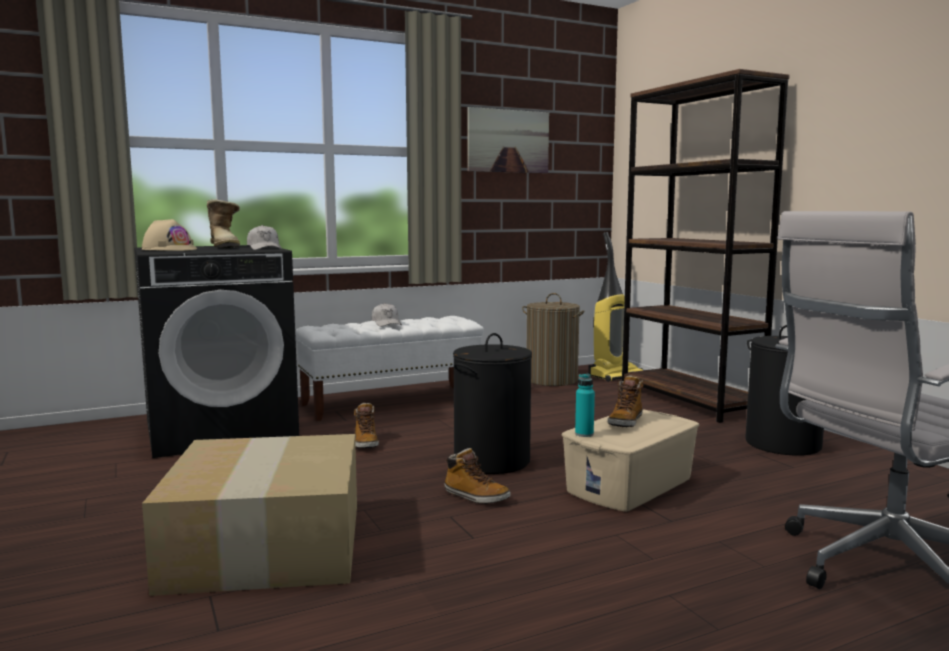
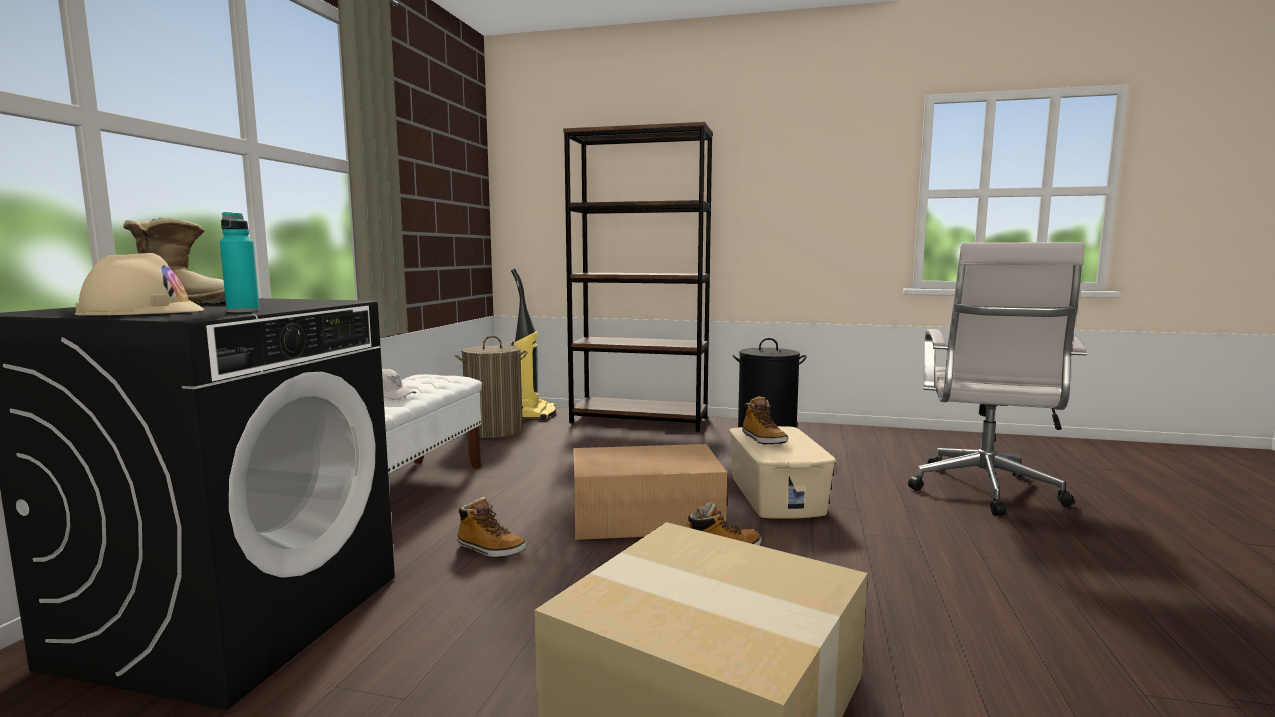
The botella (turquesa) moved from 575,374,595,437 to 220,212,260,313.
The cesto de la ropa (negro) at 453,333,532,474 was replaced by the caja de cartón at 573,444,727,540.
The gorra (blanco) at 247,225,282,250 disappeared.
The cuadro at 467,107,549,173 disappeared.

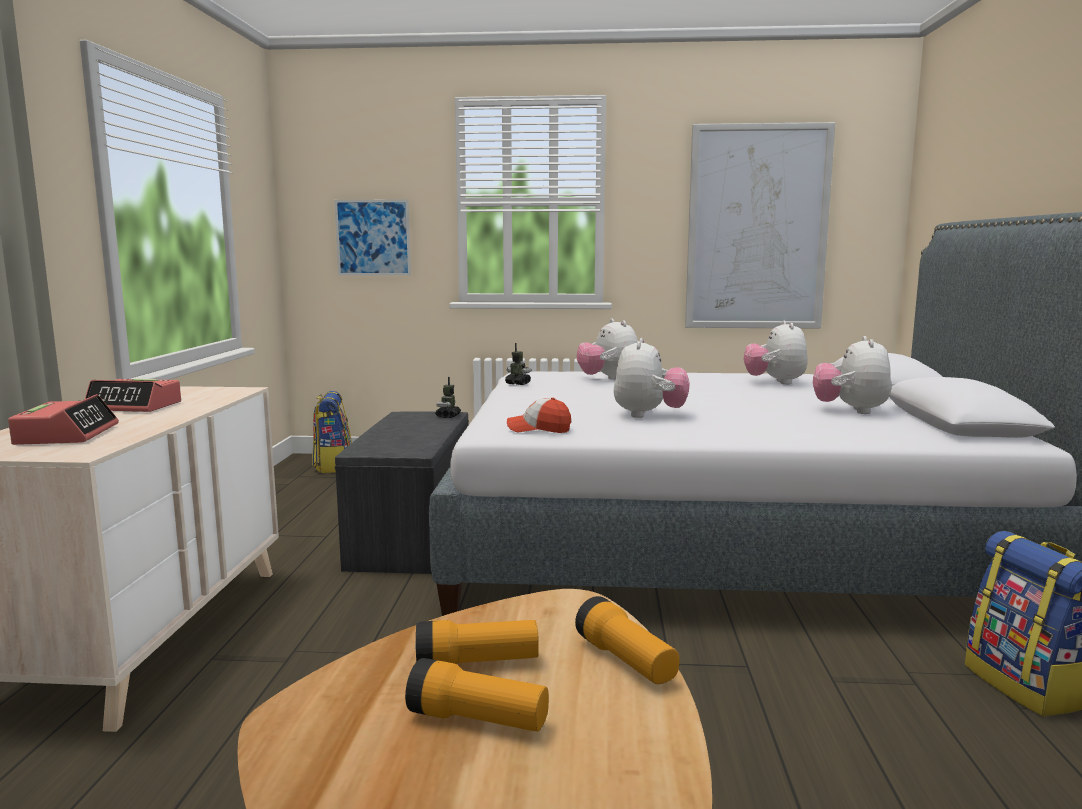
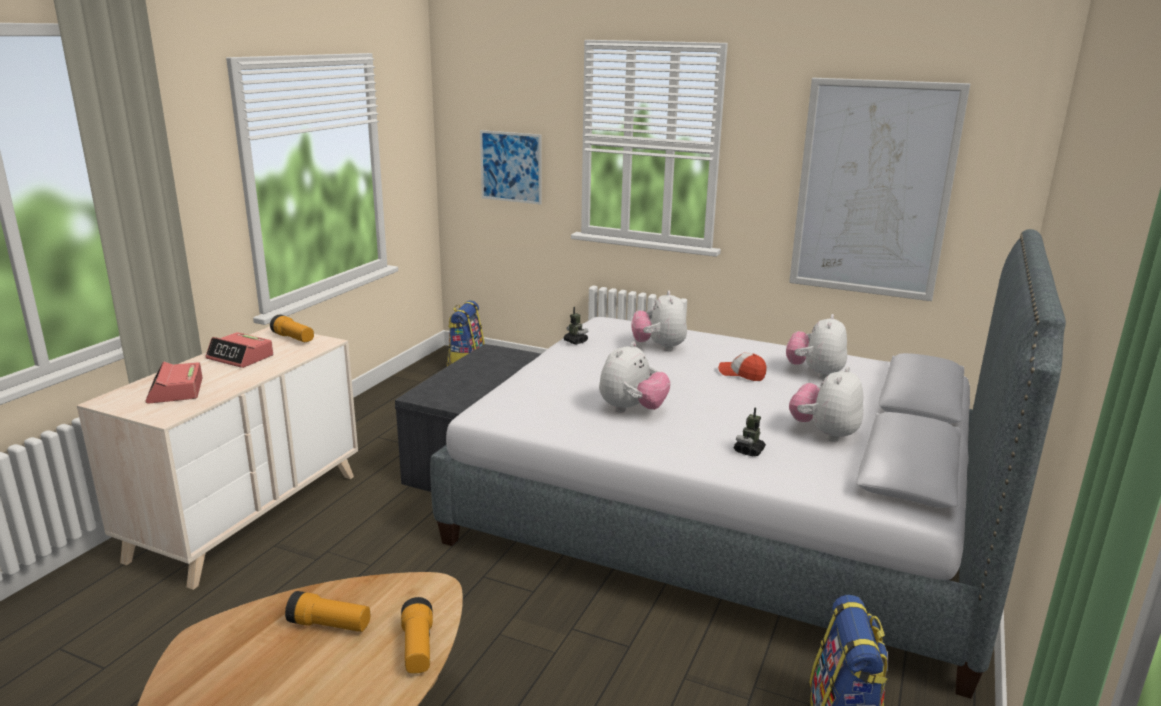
The despertador at 8,394,119,445 turned 150 degrees clockwise.
The linterna moved from 405,658,549,732 to 270,315,314,342.
The gorra moved from 507,398,571,433 to 718,353,766,381.
The robot de juguete moved from 435,377,461,418 to 734,408,766,456.

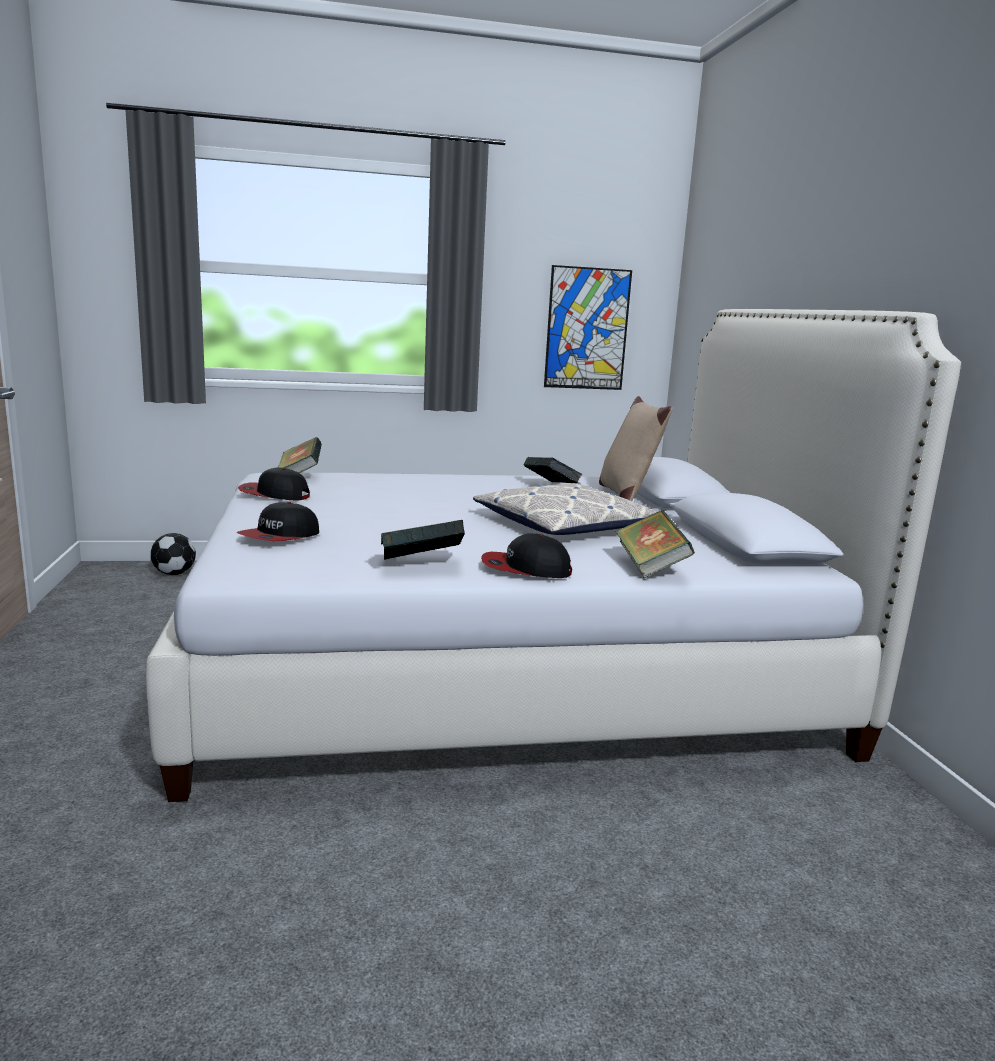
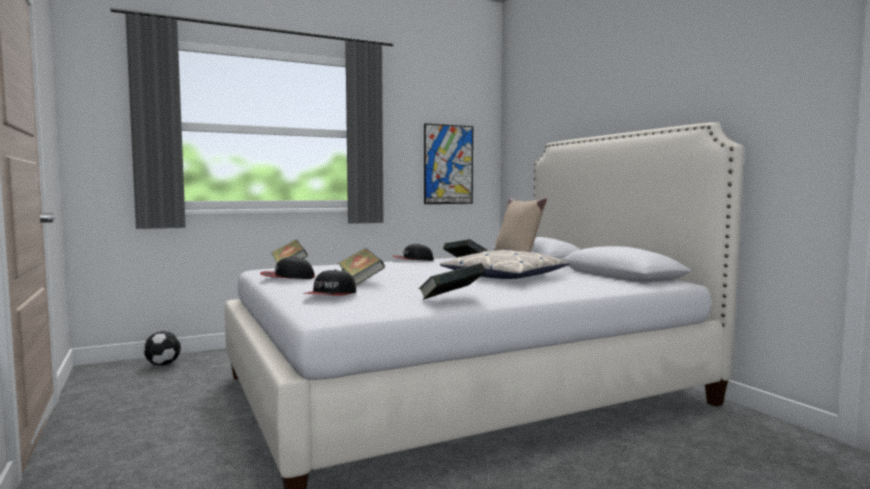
The libro moved from 615,511,695,578 to 338,248,385,285.
The gorra moved from 481,533,572,578 to 393,244,434,261.

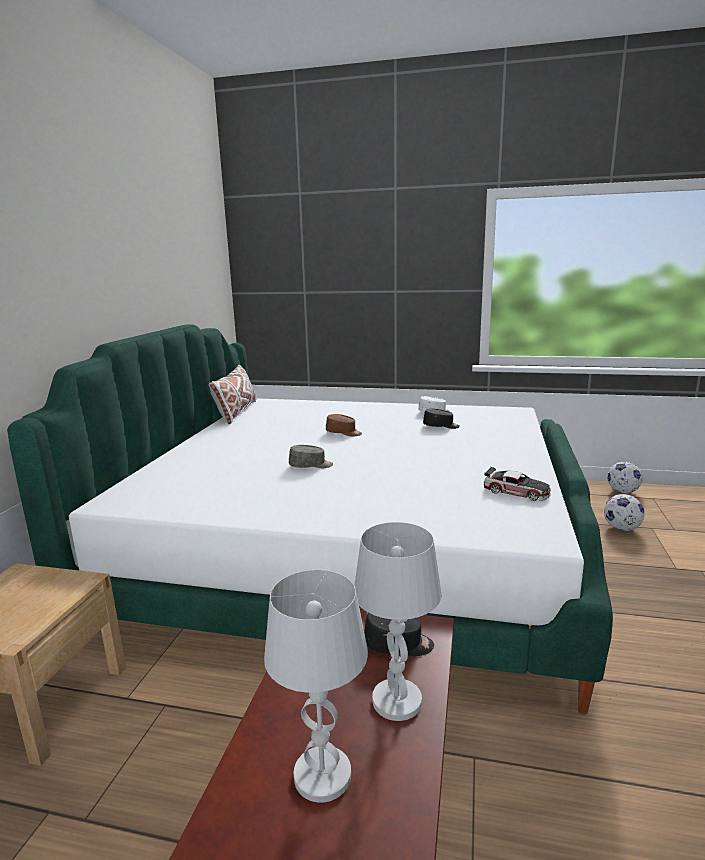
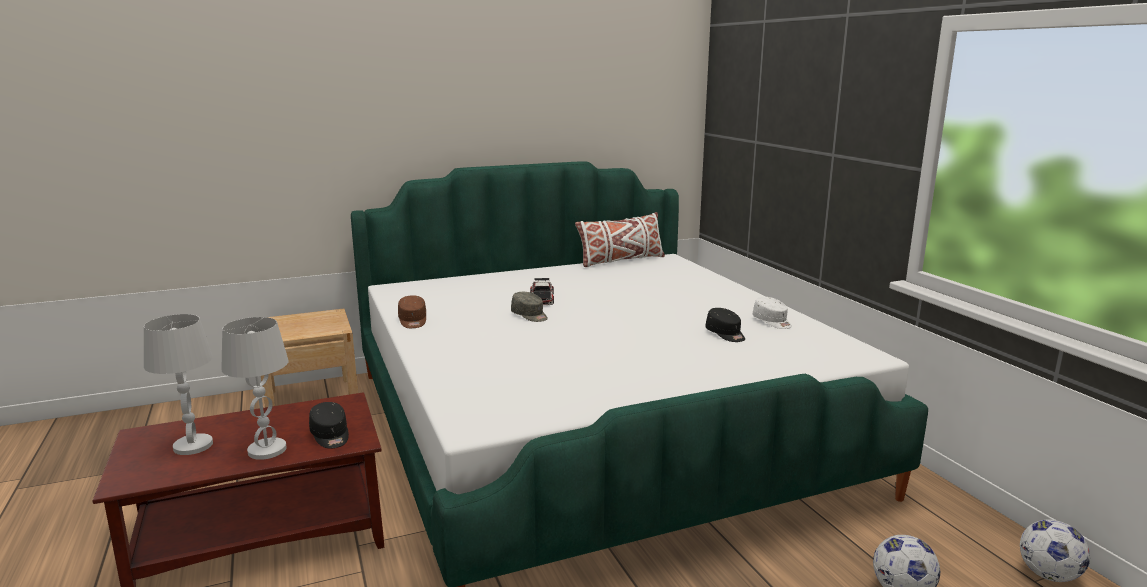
The gorra (marrón) moved from 326,414,362,437 to 398,295,426,328.
The coche de juguete moved from 484,467,551,501 to 530,278,554,305.

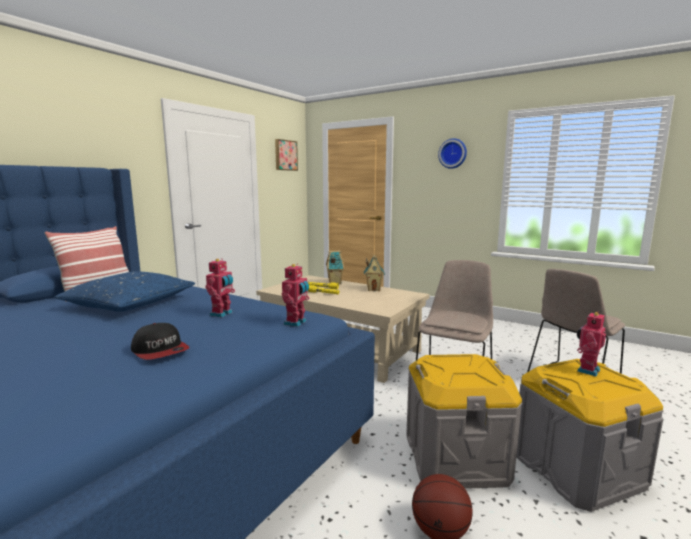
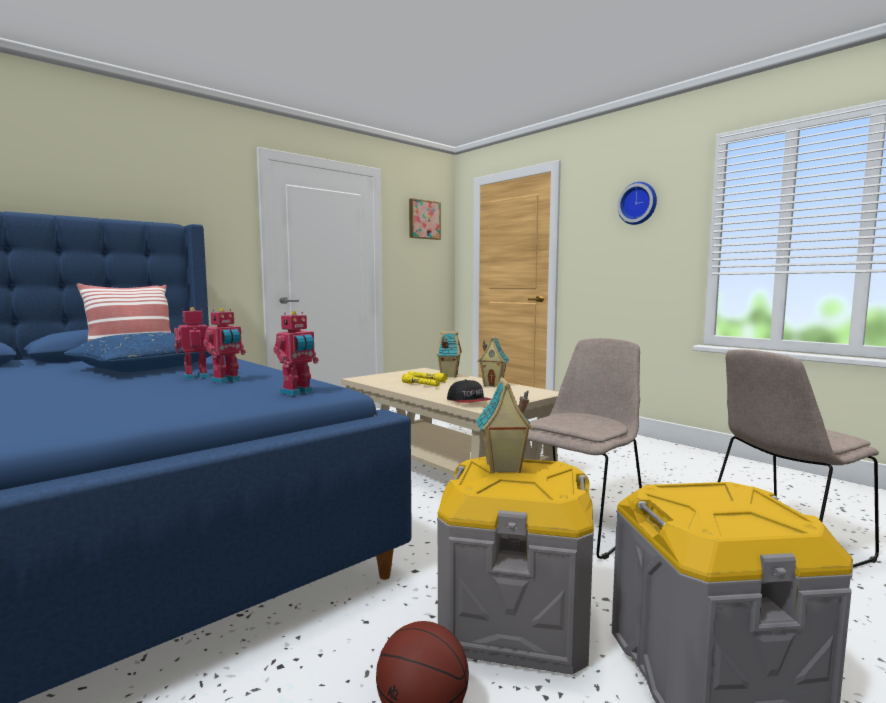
The robot de juguete moved from 577,311,606,376 to 174,307,211,380.
The gorra moved from 131,323,189,360 to 447,379,491,403.
The casita at 476,377,534,474 appeared.

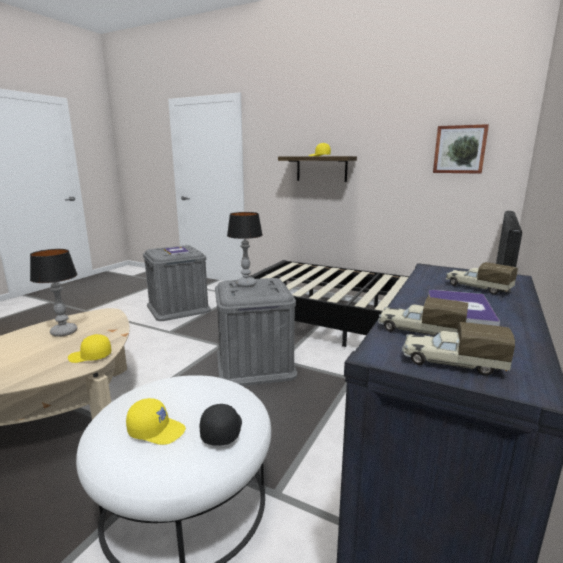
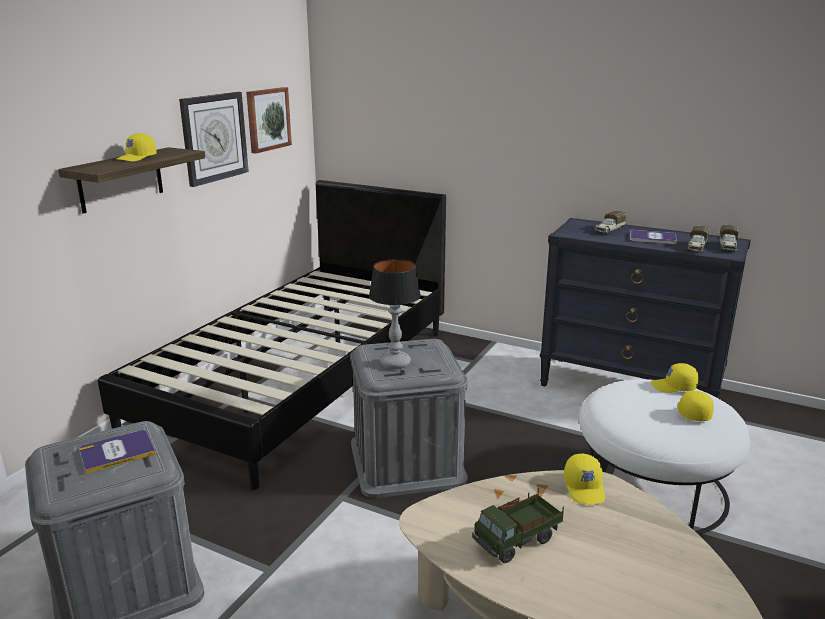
The reloj de pared at 179,92,249,187 appeared.
The lámpara de mesa at 30,249,77,337 was replaced by the camión de juguete at 472,488,564,563.
The gorra (negro) at 200,404,242,446 became the gorra (amarillo) at 651,363,698,393.

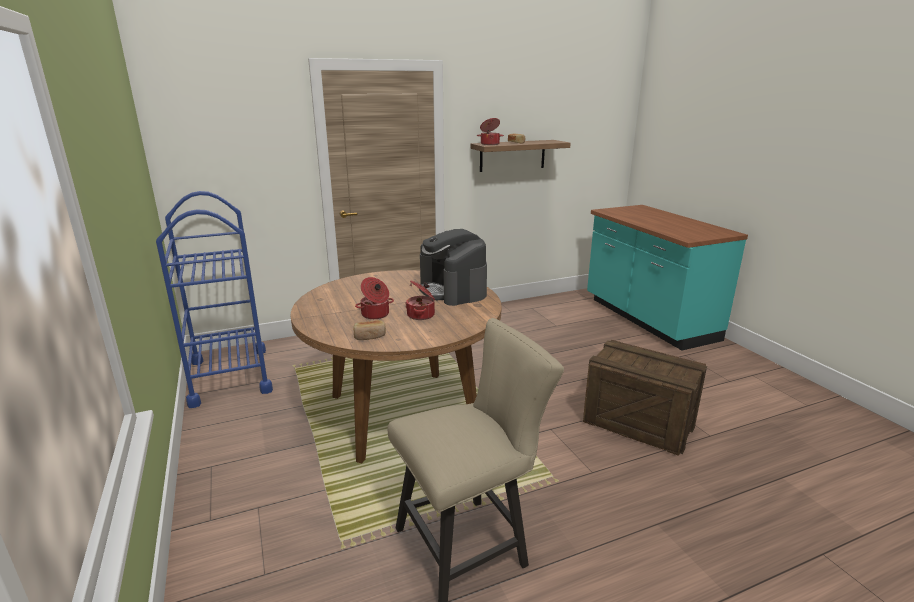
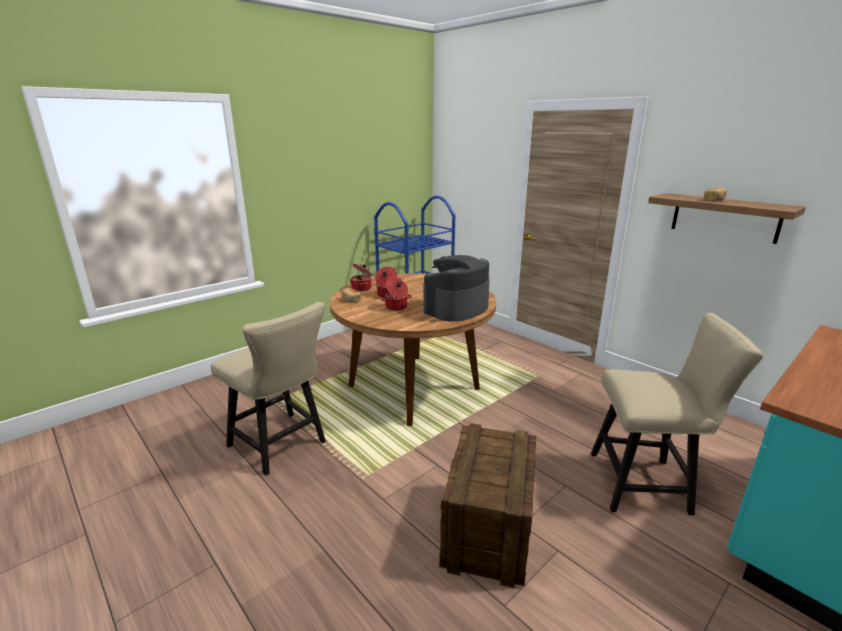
The olla moved from 477,118,504,145 to 350,264,372,291.
The silla (beis) at 591,313,763,515 appeared.

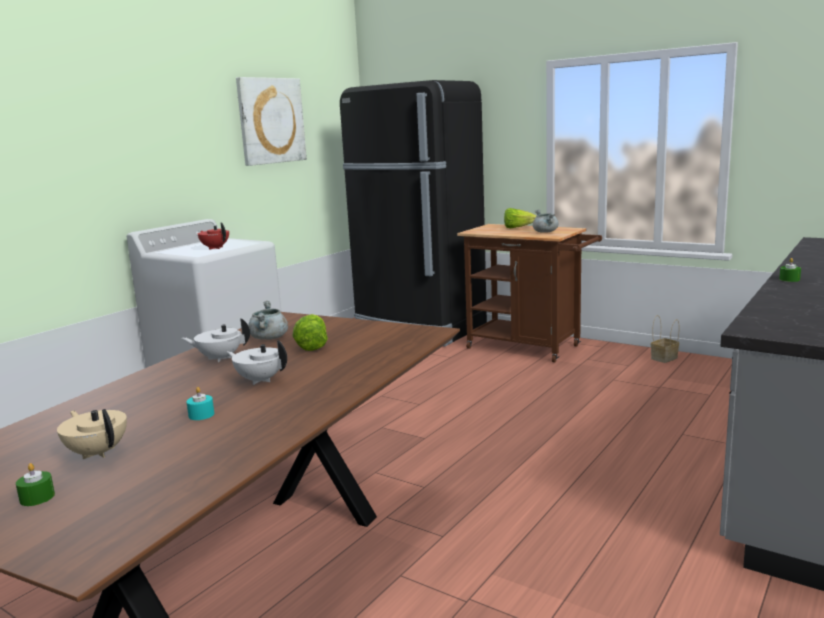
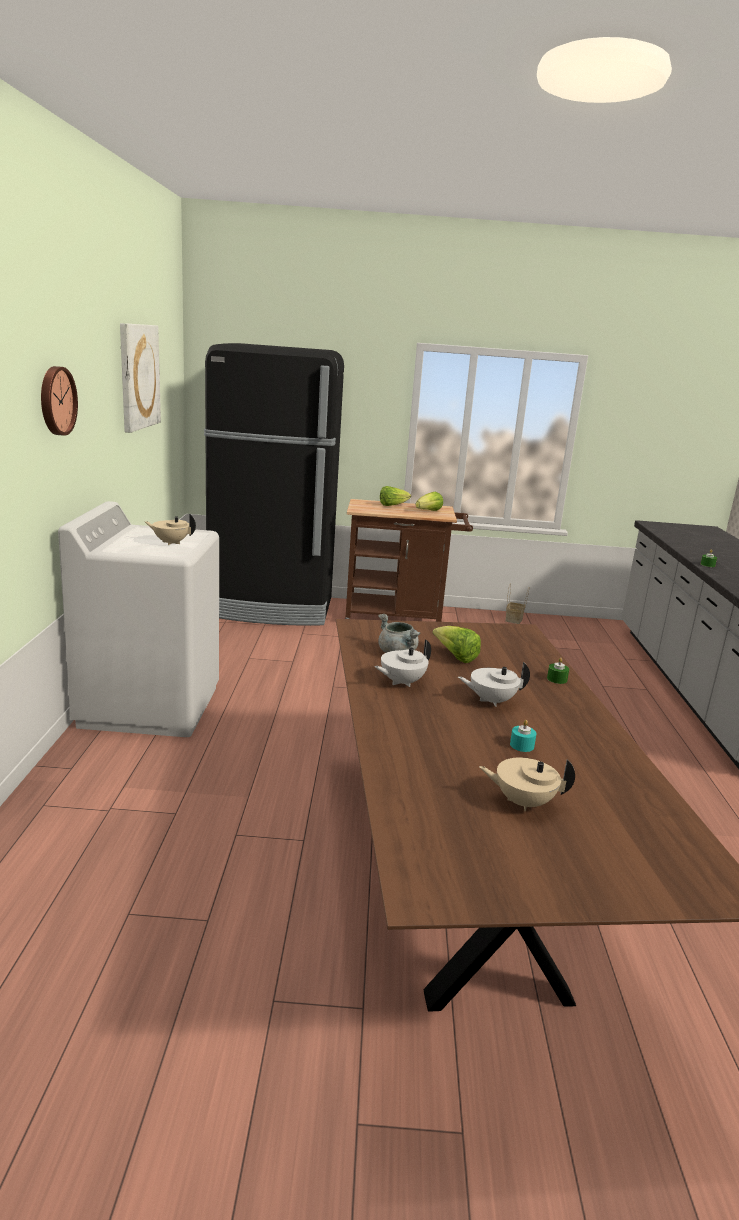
The reloj de pared at 41,366,78,436 appeared.
The tetera (rojo) at 198,222,229,250 became the tetera (beis) at 144,514,196,545.
The olla (gris) at 533,209,558,233 was replaced by the lechuga at 415,491,443,511.
The vela (verde) moved from 16,463,55,506 to 547,658,569,684.

